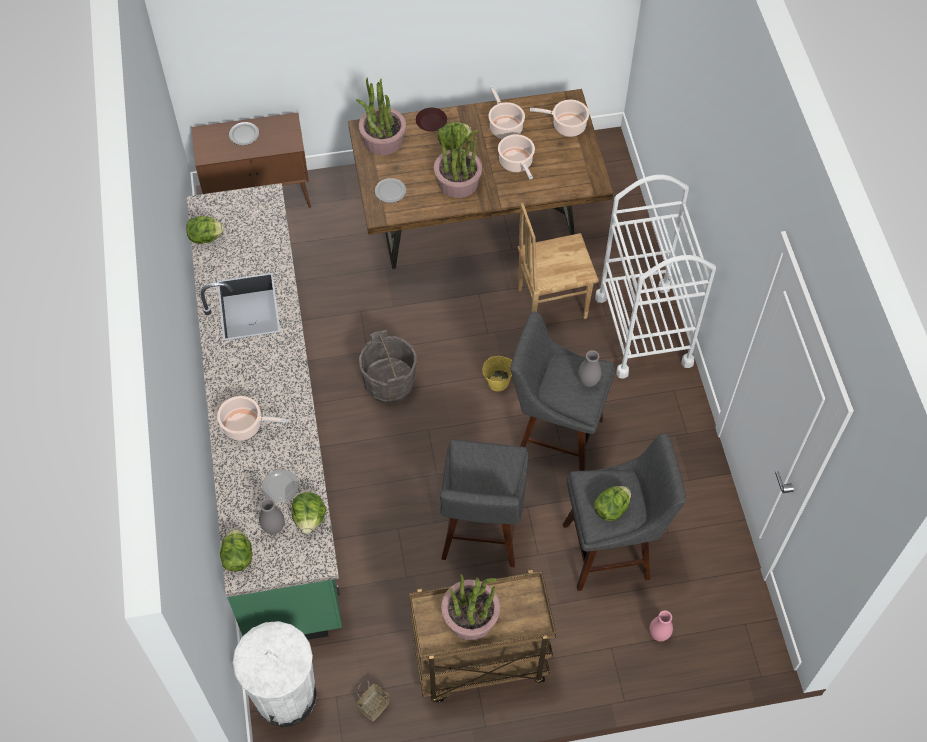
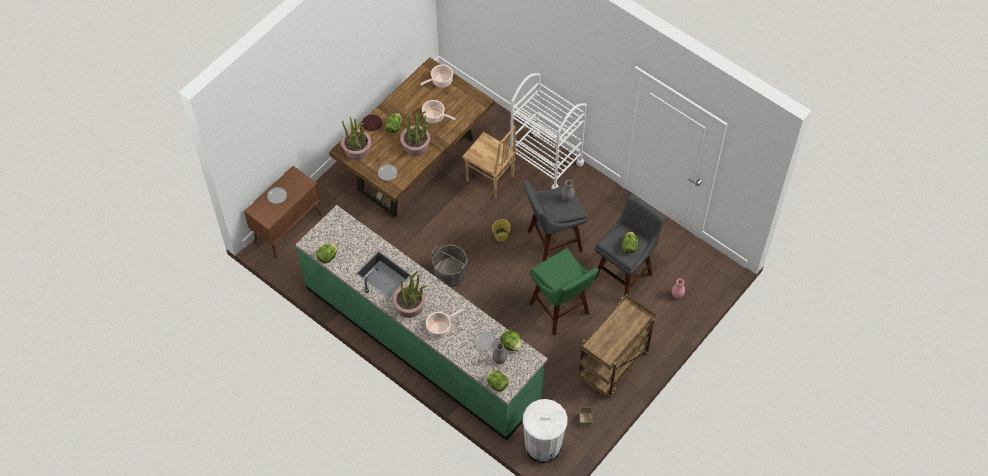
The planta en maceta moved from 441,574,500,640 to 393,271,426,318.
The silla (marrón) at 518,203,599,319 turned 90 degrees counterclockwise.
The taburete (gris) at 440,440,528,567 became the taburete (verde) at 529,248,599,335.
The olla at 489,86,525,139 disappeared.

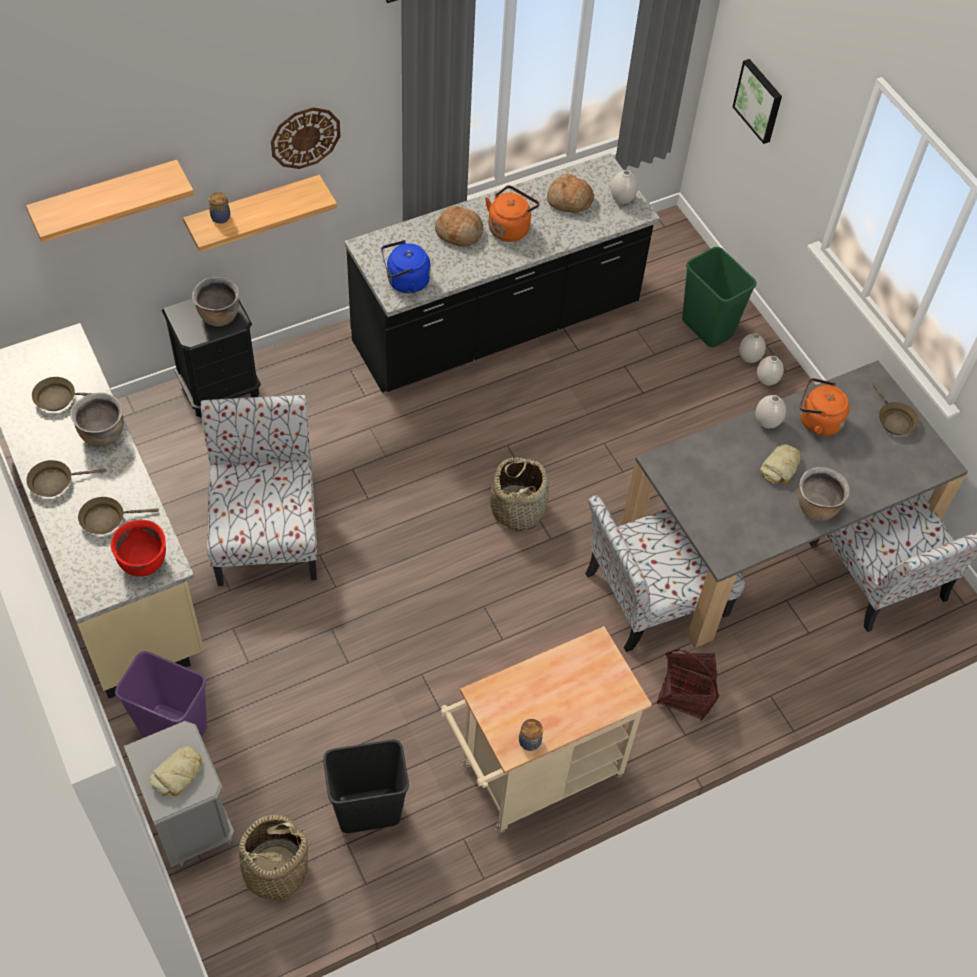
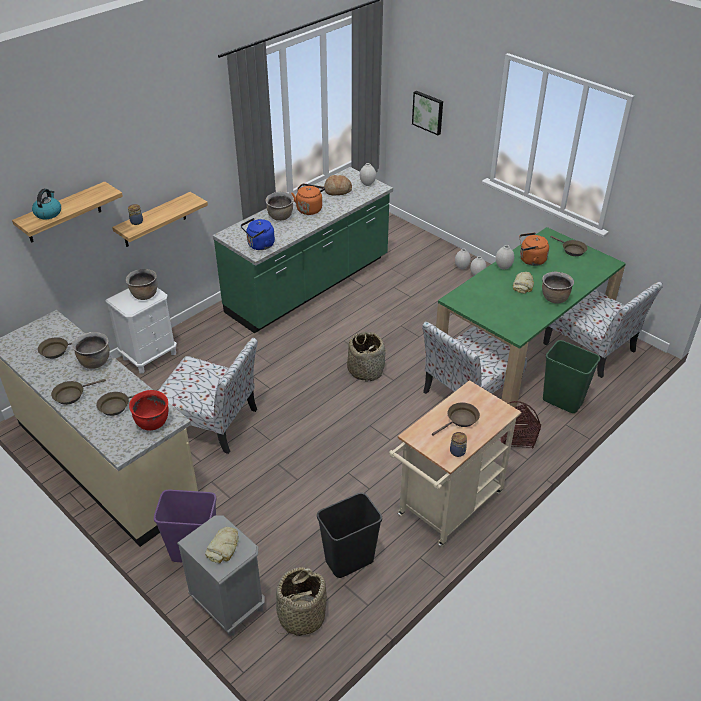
The hervidor at 32,189,61,219 appeared.
The mesita de noche (negro) at 162,299,261,418 became the mesita de noche (blanco) at 105,288,177,374.
The silla at 201,395,317,586 turned 135 degrees clockwise.
The mueble bajo de cocina (negro) at 345,153,660,393 became the mueble bajo de cocina (verde) at 213,167,393,333.
The pan at 435,206,483,247 was replaced by the olla (marrón) at 265,192,294,221.
The sartén (marrón) at 432,403,480,435 appeared.
The mesa de comedor (gris) at 621,360,968,648 became the mesa de comedor (verde) at 436,227,626,407.
The papelera (verde) moved from 682,247,757,347 to 543,340,600,413.
The reloj de pared at 271,107,341,169 disappeared.

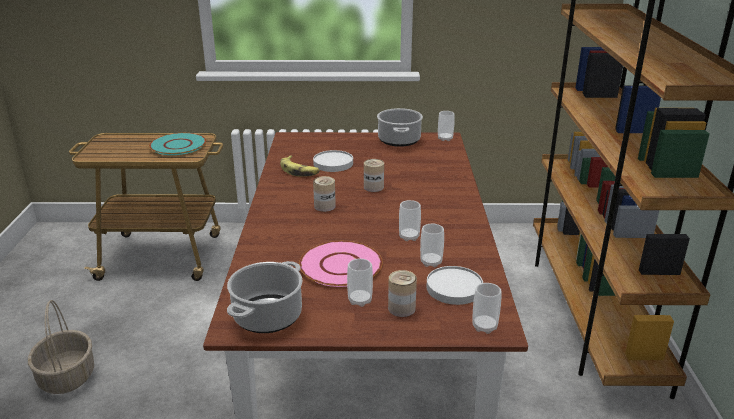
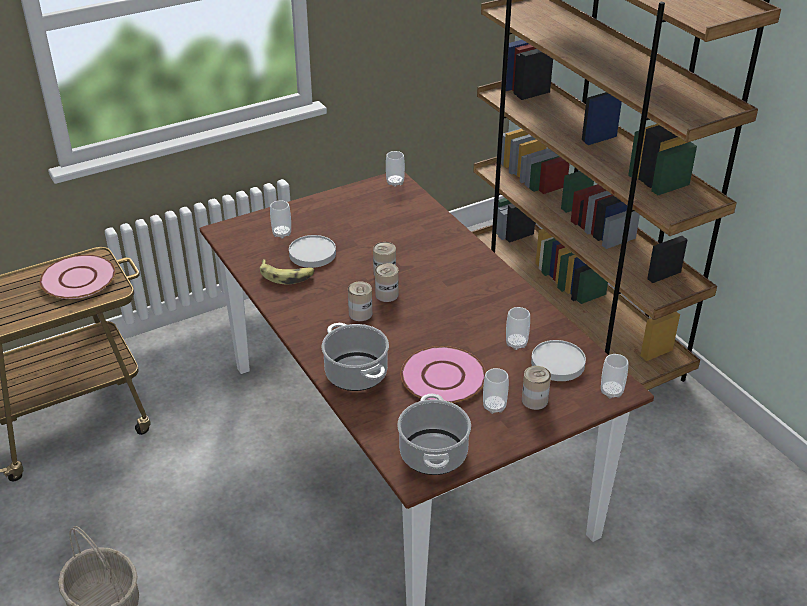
The plato (turquesa) at 149,133,206,155 became the plato (rosa) at 40,255,115,299.
The taza moved from 399,200,421,241 to 270,200,291,238.
The olla moved from 377,108,423,147 to 322,323,389,391.
The lata at 375,263,399,302 appeared.

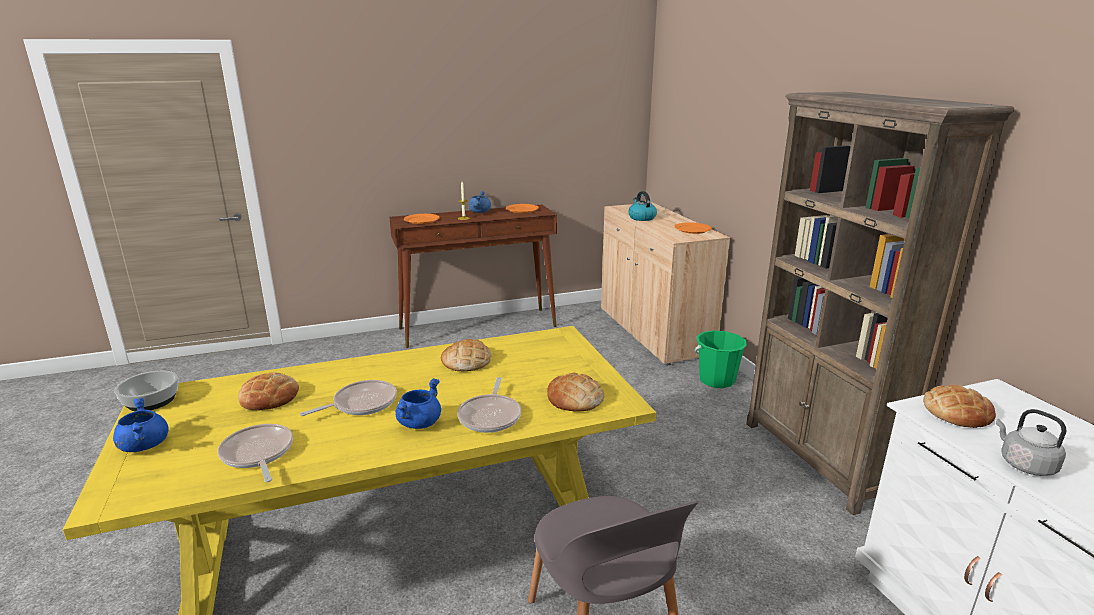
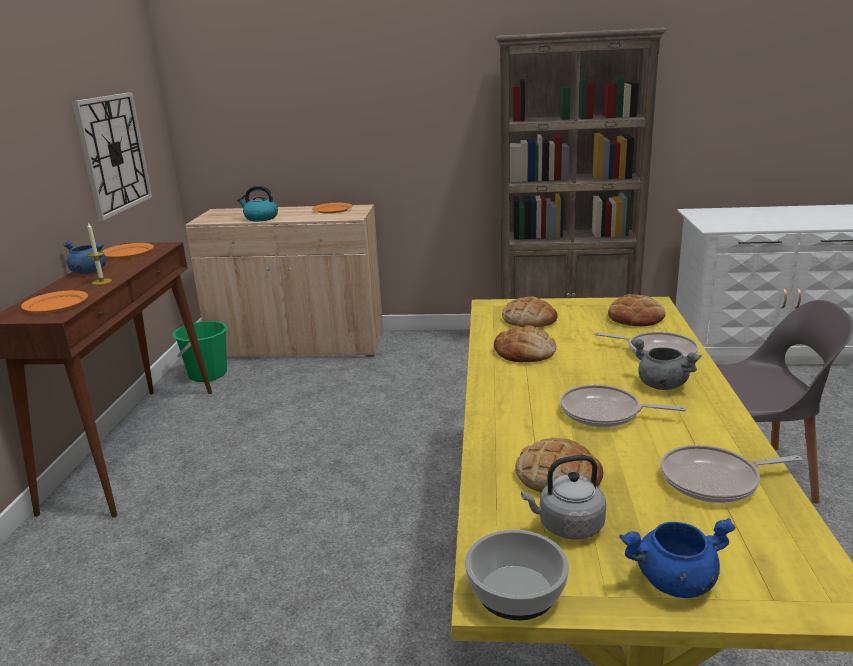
The reloj de pared at 72,92,152,221 appeared.
The cubo (verde) moved from 695,330,747,388 to 172,321,228,382.
The pan moved from 923,385,996,428 to 502,296,558,327.
The hervidor (gris) moved from 996,409,1066,476 to 521,455,606,540.
The sartén at 300,380,397,416 turned 60 degrees counterclockwise.
The olla (azul) at 395,378,441,429 became the olla (gris) at 631,339,701,390.

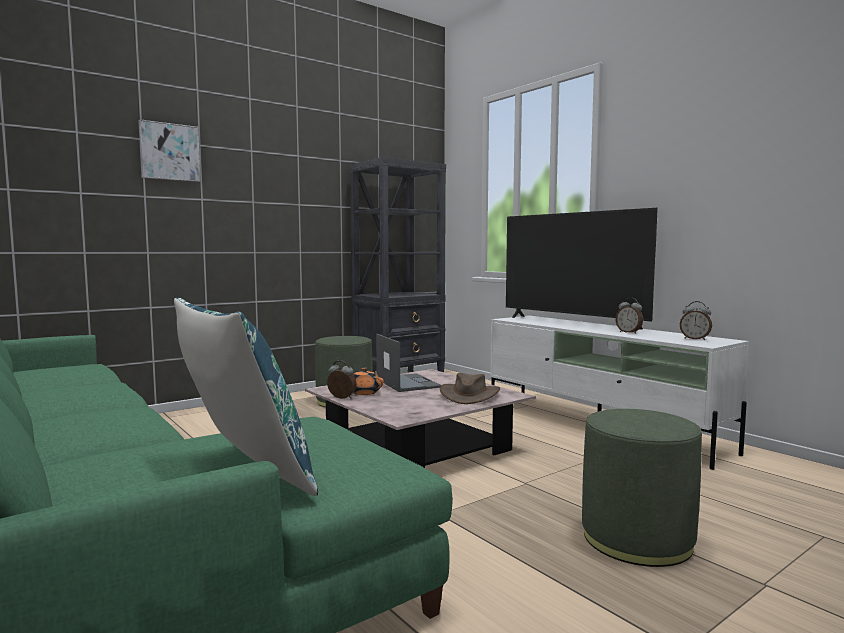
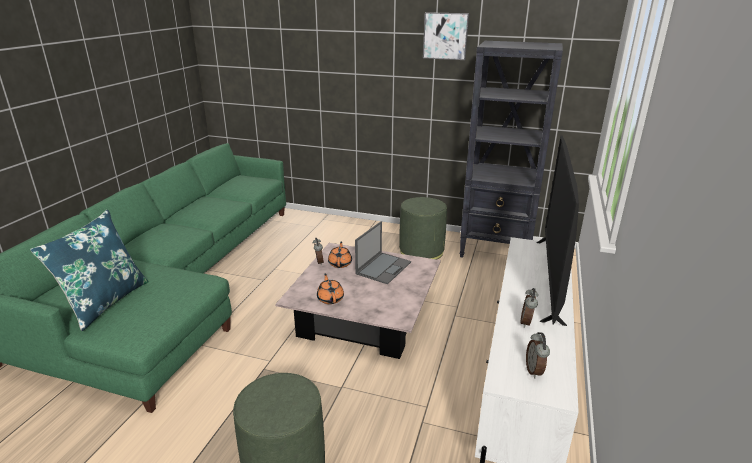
The tetera (naranja) at 317,273,344,304 appeared.
The cuadro moved from 138,119,200,182 to 423,12,469,60.
The sombrero (marrón) at 440,373,500,404 disappeared.

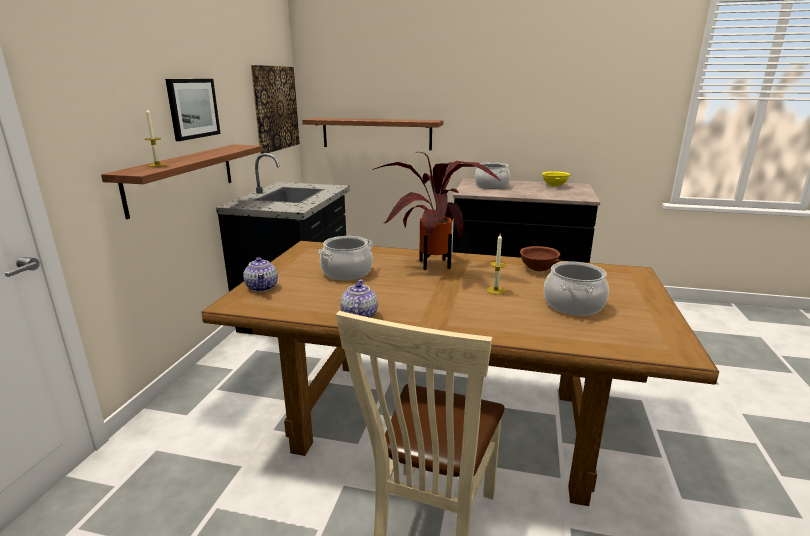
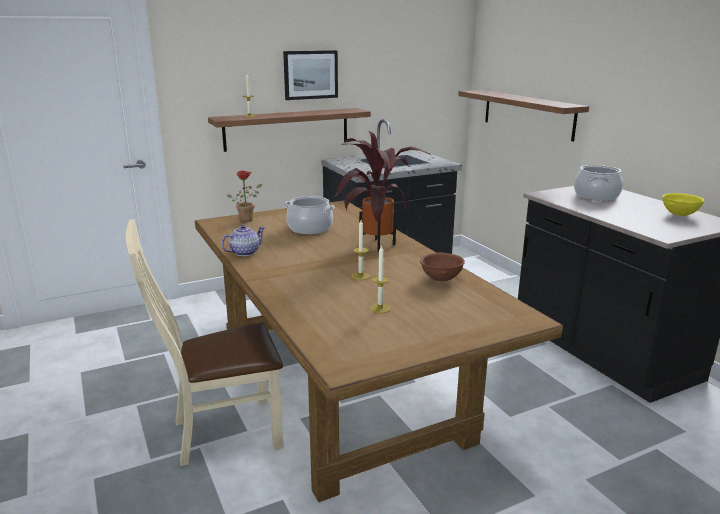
The tetera at 243,257,278,292 was replaced by the planta en maceta at 227,171,262,222.
The olla at 544,261,609,316 was replaced by the vela at 370,245,391,313.
The cuadro at 251,65,300,154 disappeared.

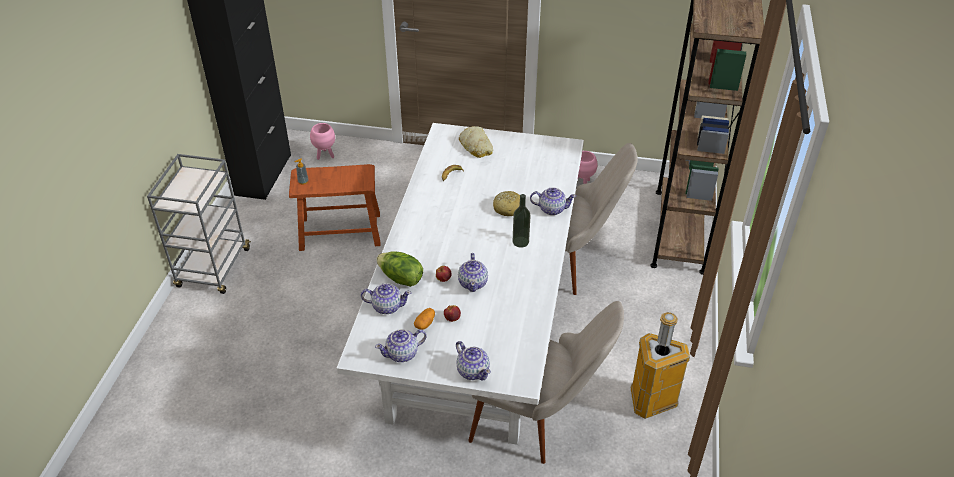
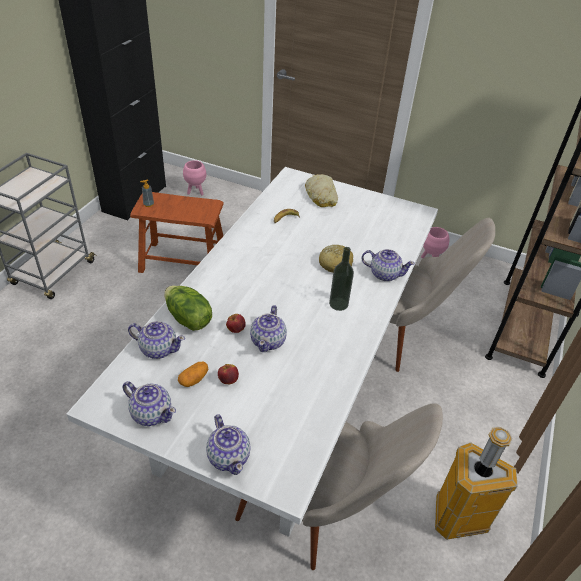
The tetera at 375,329,426,362 turned 135 degrees counterclockwise.

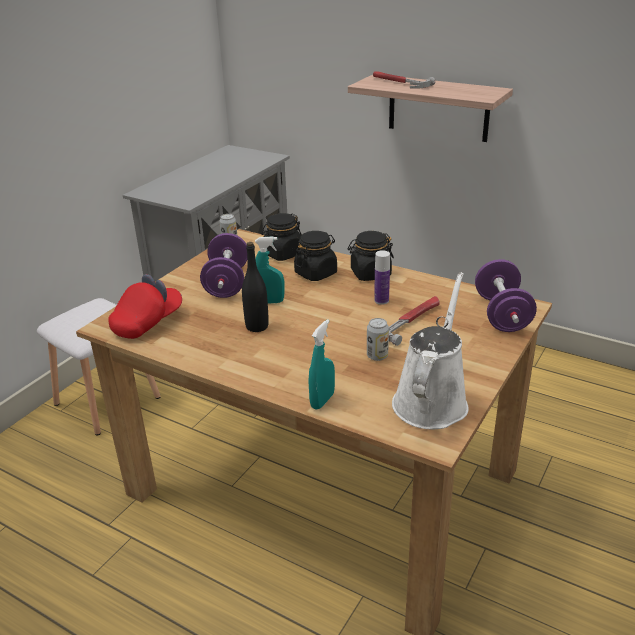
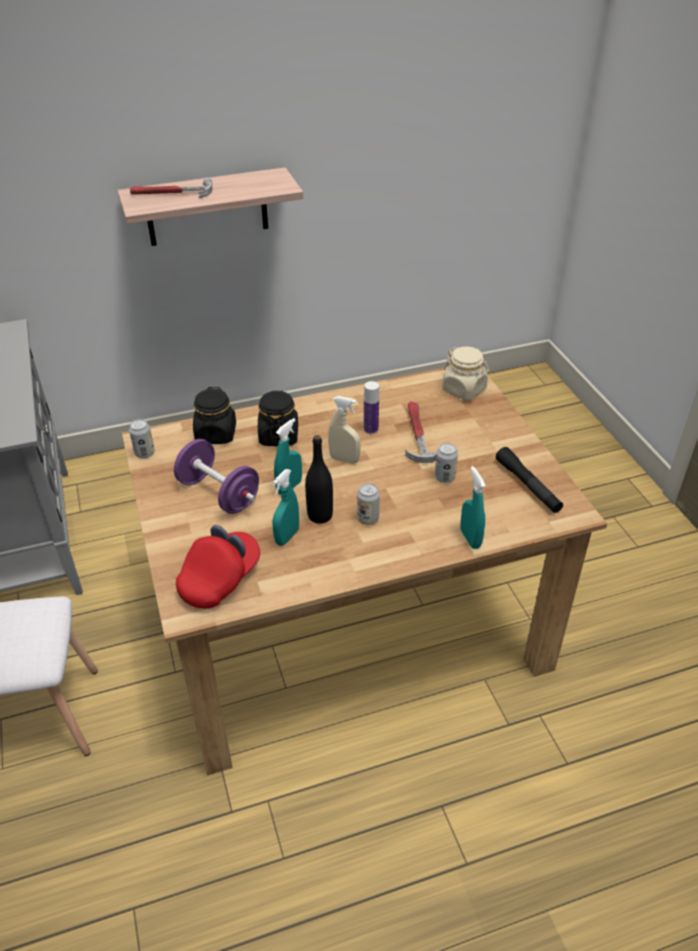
The gorra (rojo) at 108,274,182,339 turned 45 degrees clockwise.
The pulverizador (turquesa) at 272,469,299,546 appeared.
The pulverizador (beis) at 328,396,361,464 appeared.
The lata at 357,483,380,525 appeared.
The mancuerna (morado) at 475,259,537,332 was replaced by the tarro (beis) at 442,347,490,401.
The regadera (blanco) at 392,272,469,430 was replaced by the linterna (negro) at 496,447,563,513.
The tarro (negro) at 348,231,394,281 disappeared.

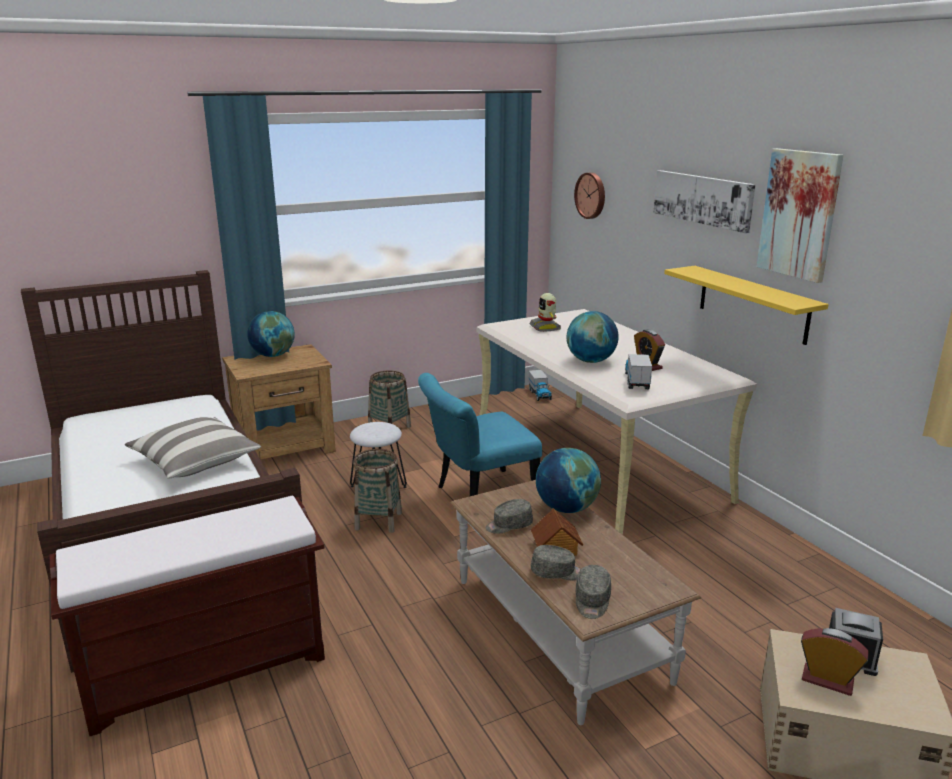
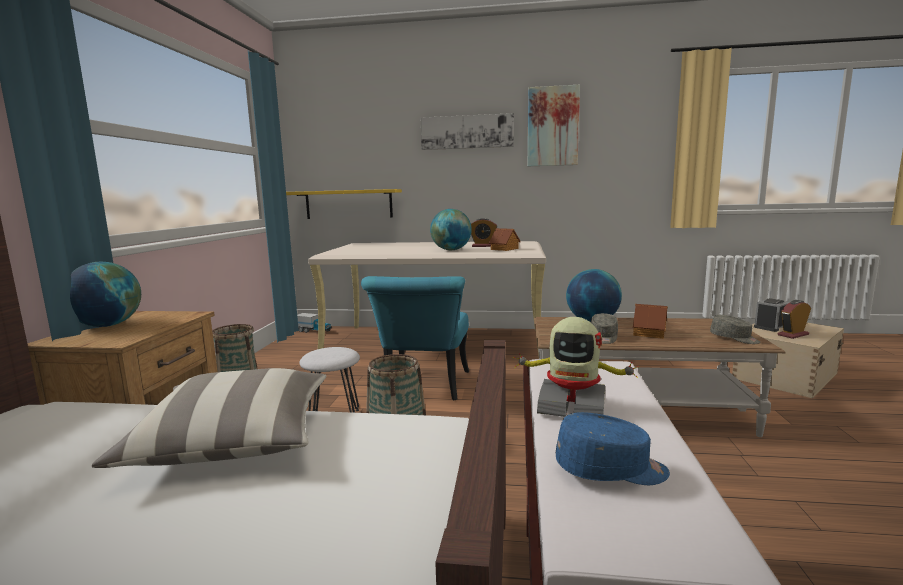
The estante (amarillo) moved from 664,266,829,345 to 286,189,402,219.
The camión de juguete at 625,354,652,389 was replaced by the casita at 489,228,521,251.
The robot de juguete moved from 529,293,561,332 to 513,317,641,417.
The gorra (azul) at 556,412,670,485 appeared.
The gorra (gris) at 531,545,581,580 disappeared.
The reloj de pared at 574,172,605,219 disappeared.

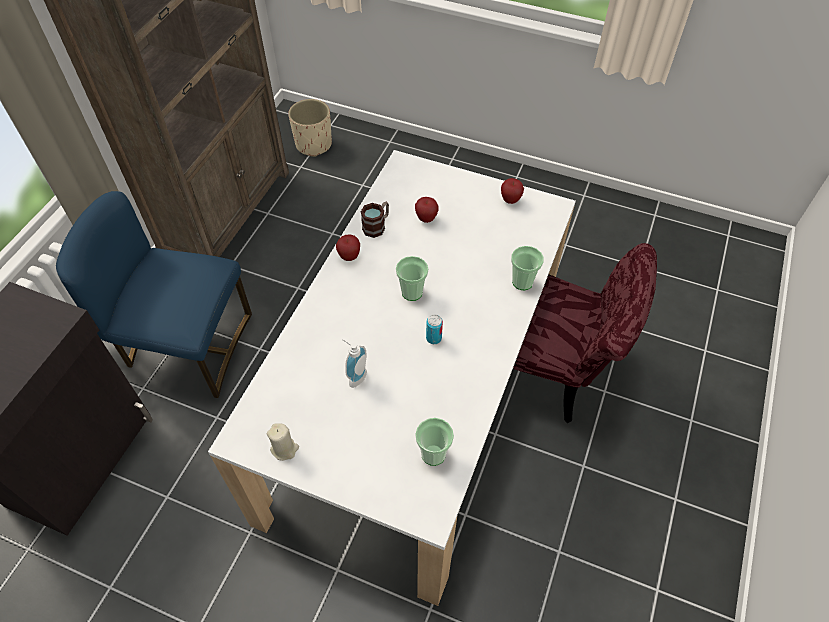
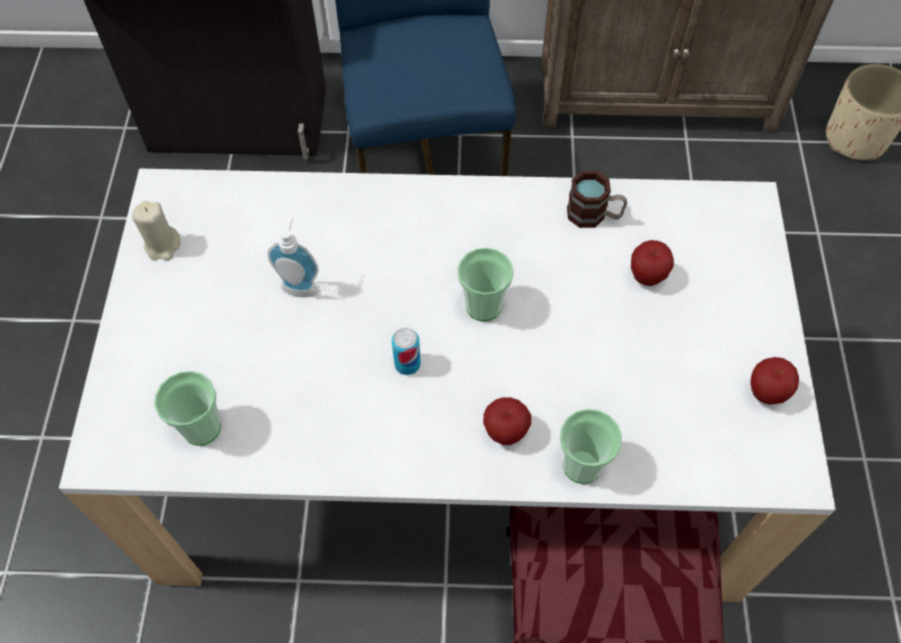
The manzana moved from 336,234,360,261 to 483,397,531,445.

